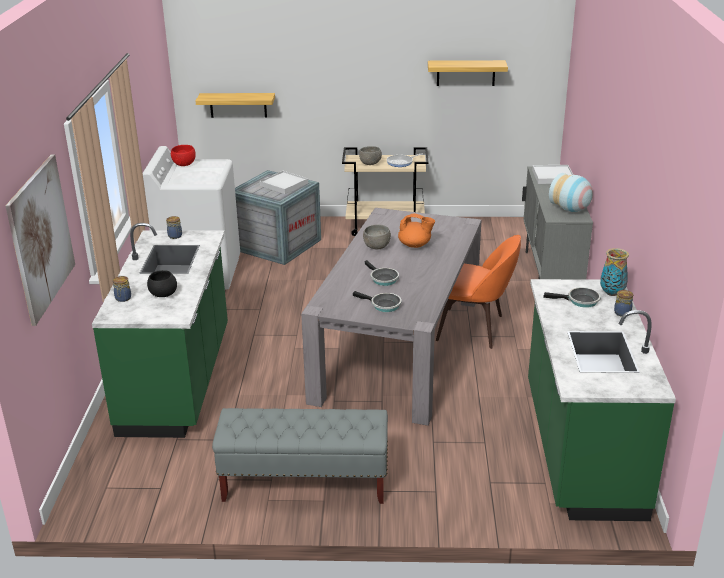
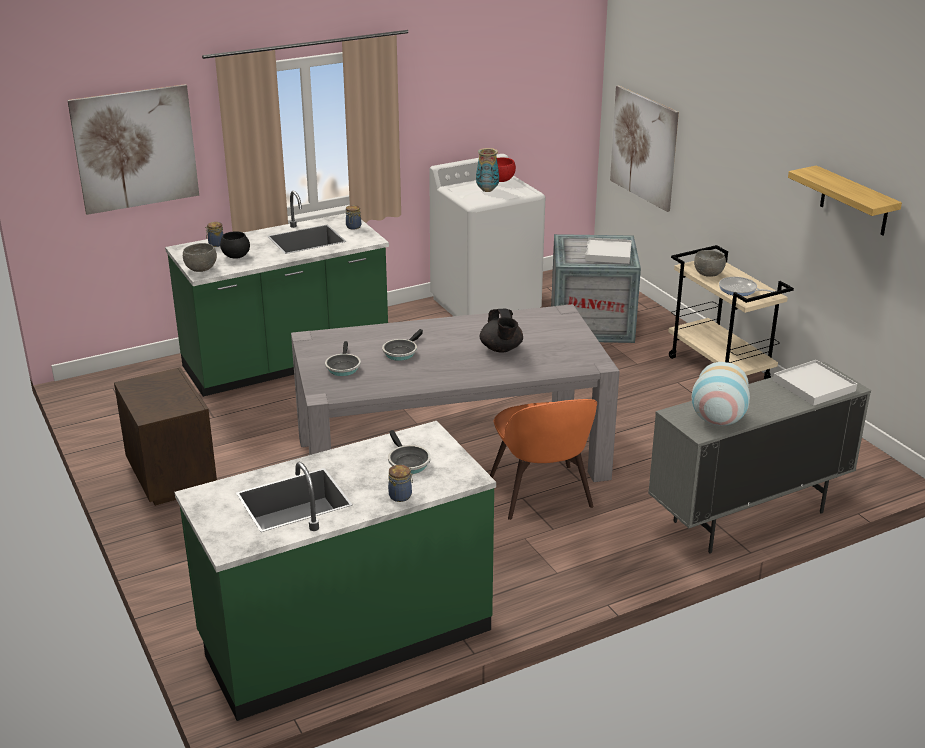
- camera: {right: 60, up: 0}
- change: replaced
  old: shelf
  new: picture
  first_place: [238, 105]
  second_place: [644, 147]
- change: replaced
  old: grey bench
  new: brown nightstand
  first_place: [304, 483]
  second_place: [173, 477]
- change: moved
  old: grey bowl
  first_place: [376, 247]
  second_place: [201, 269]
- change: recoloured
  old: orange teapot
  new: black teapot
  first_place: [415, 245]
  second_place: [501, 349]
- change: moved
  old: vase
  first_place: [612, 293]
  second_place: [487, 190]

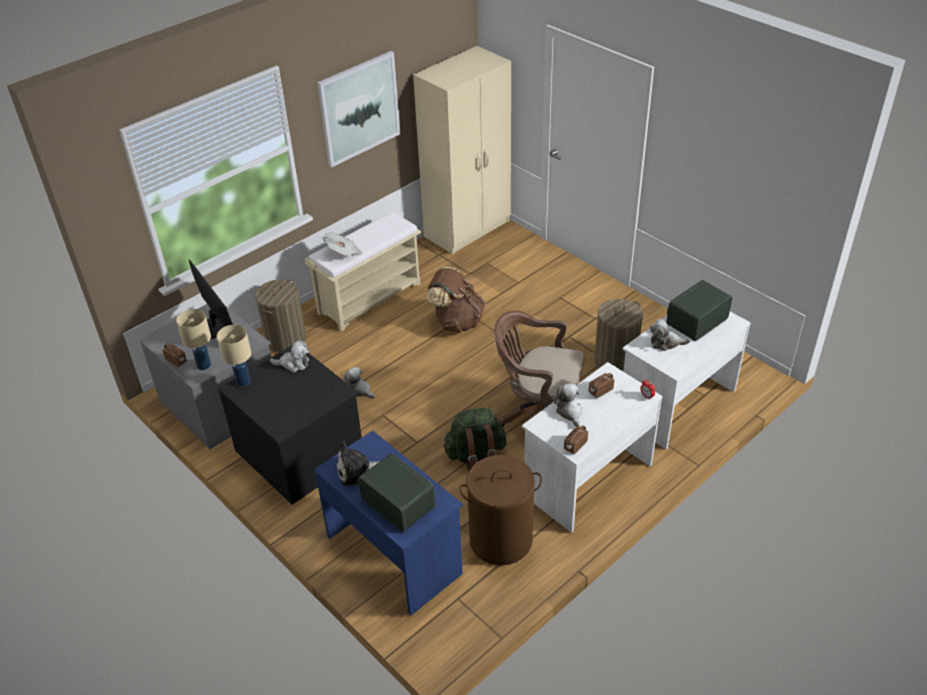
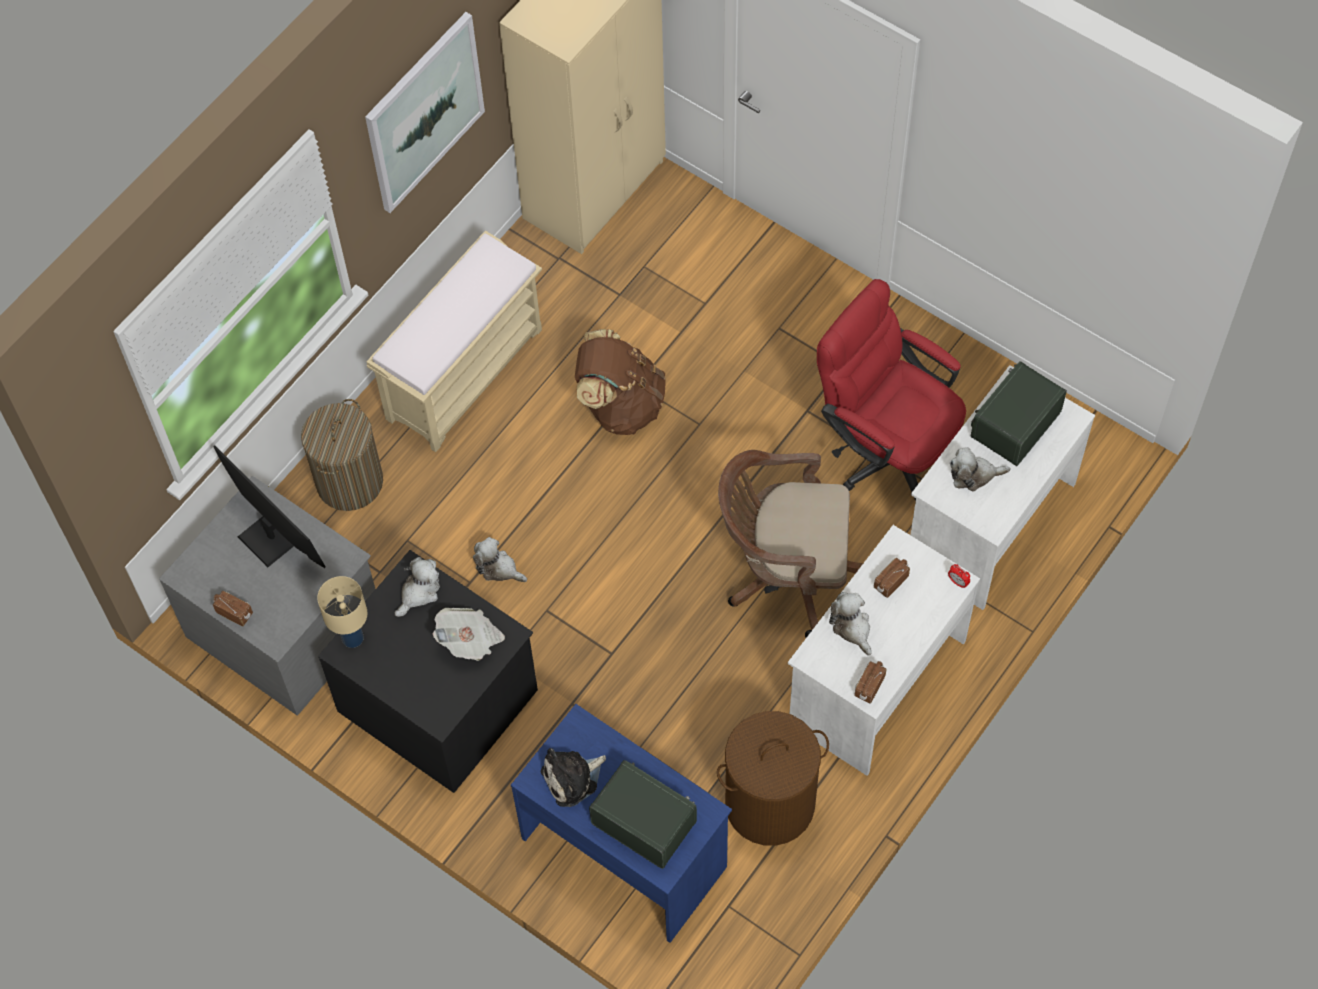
- camera: {right: -10, up: 20}
- change: removed
  old: beige table lamp
  first_place: [204, 365]
- change: turned
  old: plush toy
  first_place: [293, 364]
  second_place: [419, 592]
  degrees: -45
- change: moved
  old: newspaper
  first_place: [343, 253]
  second_place: [470, 640]
- change: removed
  old: green backpack
  first_place: [475, 455]
- change: replaced
  old: laundry basket
  new: red office chair
  first_place: [615, 360]
  second_place: [887, 449]

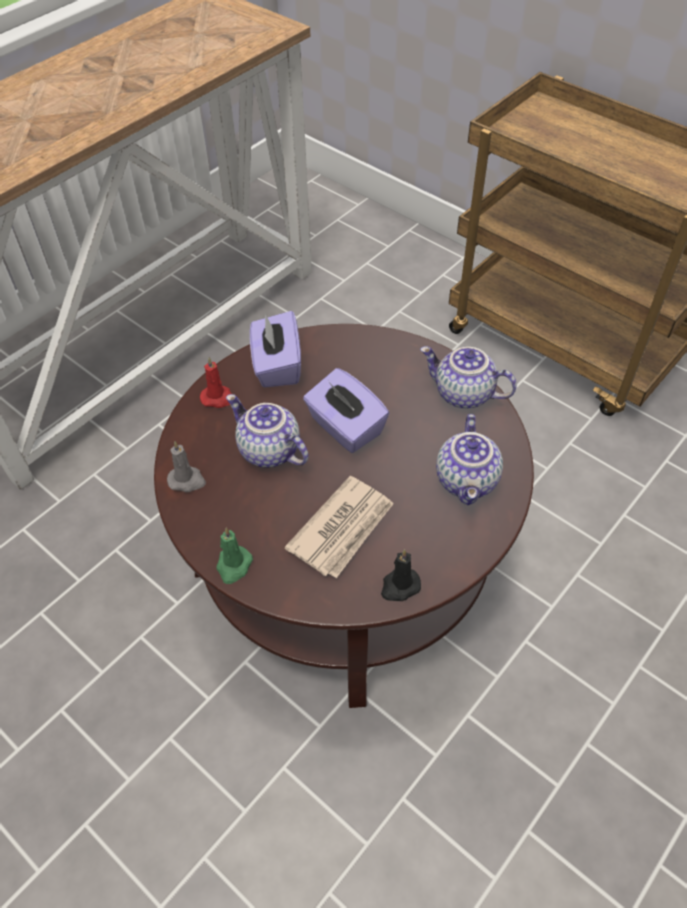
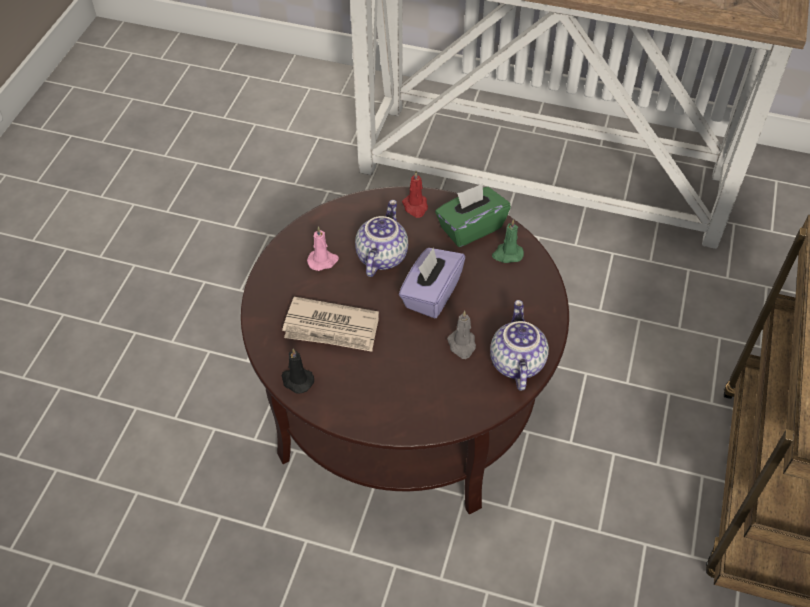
- camera: {right: 65, up: 0}
- change: moved
  old: grey candle
  first_place: [187, 480]
  second_place: [462, 345]
- change: moved
  old: green candle
  first_place: [233, 566]
  second_place: [507, 254]
- change: recoloured
  old: purple tissue box
  new: green tissue box
  first_place: [277, 366]
  second_place: [470, 228]
- change: removed
  old: teapot
  first_place: [468, 481]
- change: added
  new: pink candle
  second_place: [323, 261]

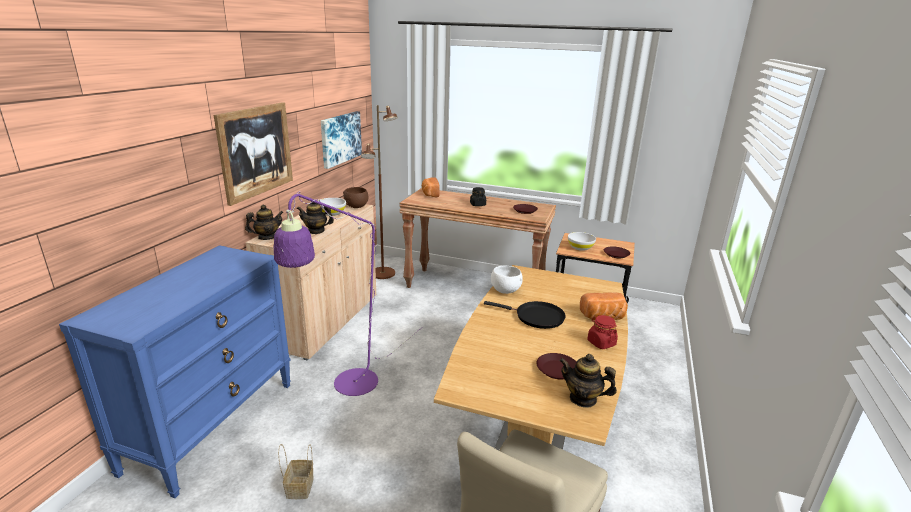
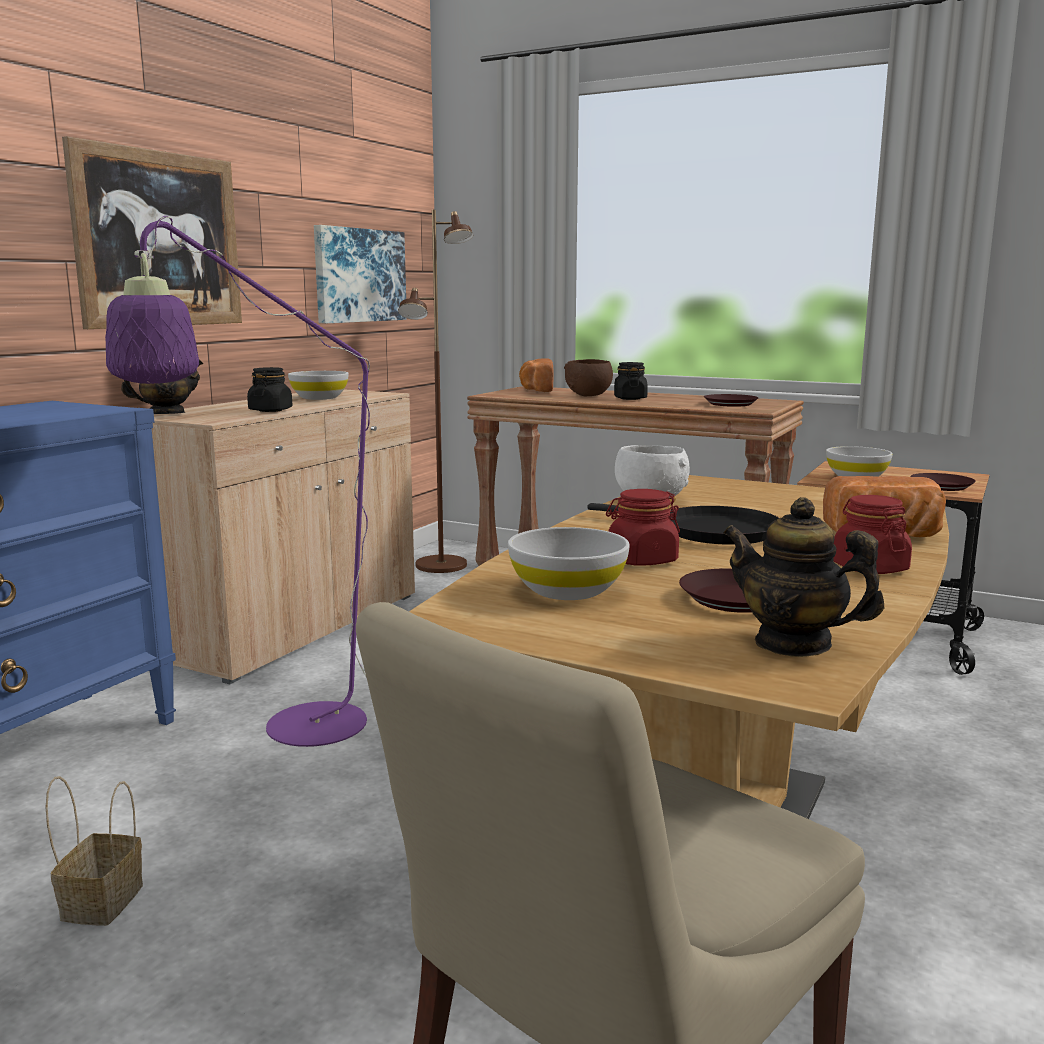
- camera: {right: 10, up: -10}
- change: replaced
  old: teapot
  new: black jar
  first_place: [316, 231]
  second_place: [270, 410]
- change: moved
  old: brown bowl
  first_place: [356, 206]
  second_place: [589, 395]
- change: added
  new: white bowl
  second_place: [567, 591]
- change: added
  new: red jar
  second_place: [642, 560]

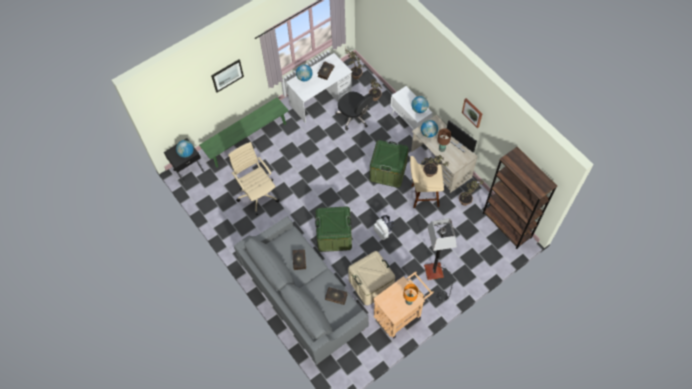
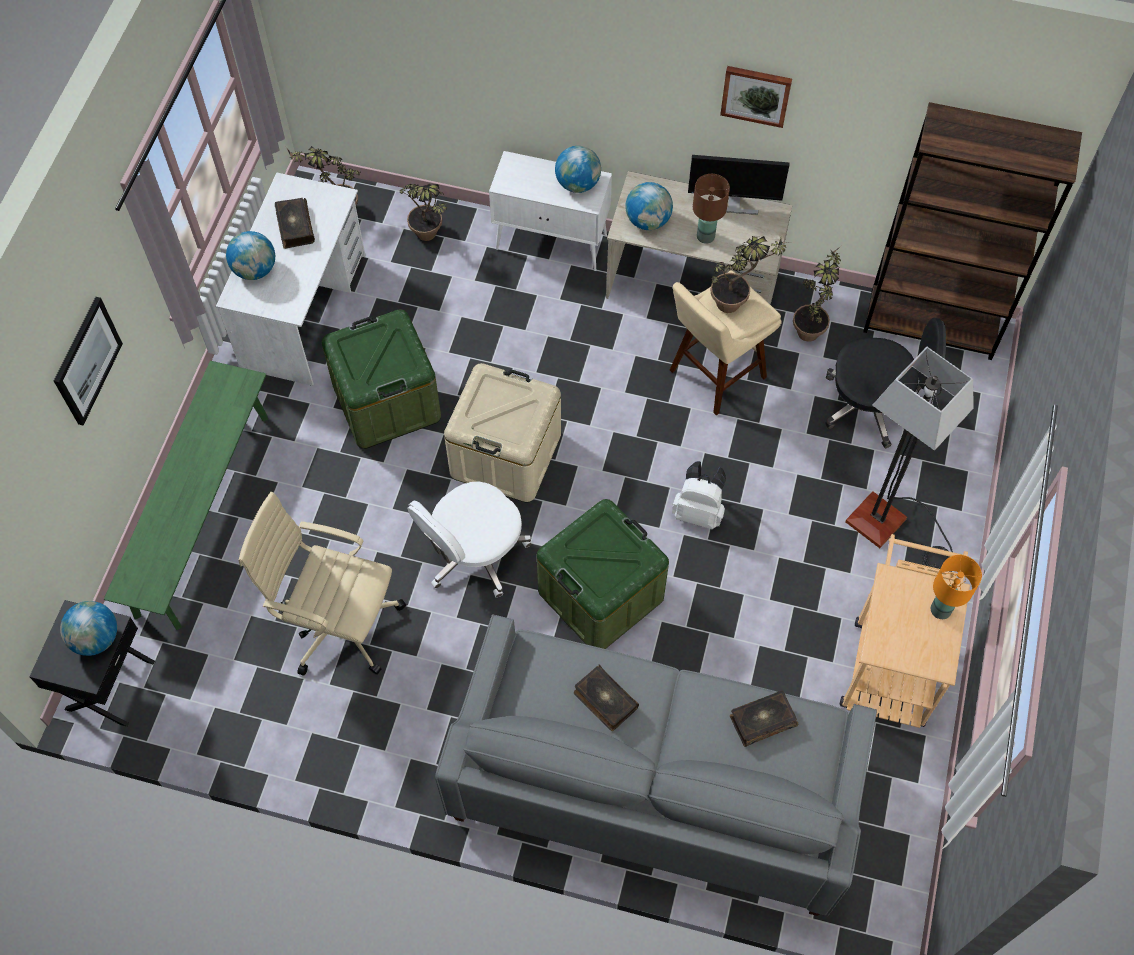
- camera: {right: -40, up: 0}
- change: moved
  old: black office chair
  first_place: [354, 117]
  second_place: [872, 405]
- change: moved
  old: beige storage box
  first_place: [371, 284]
  second_place: [505, 454]
- change: moved
  old: green storage box
  first_place: [388, 171]
  second_place: [386, 402]
- change: added
  new: white office chair
  second_place: [473, 554]

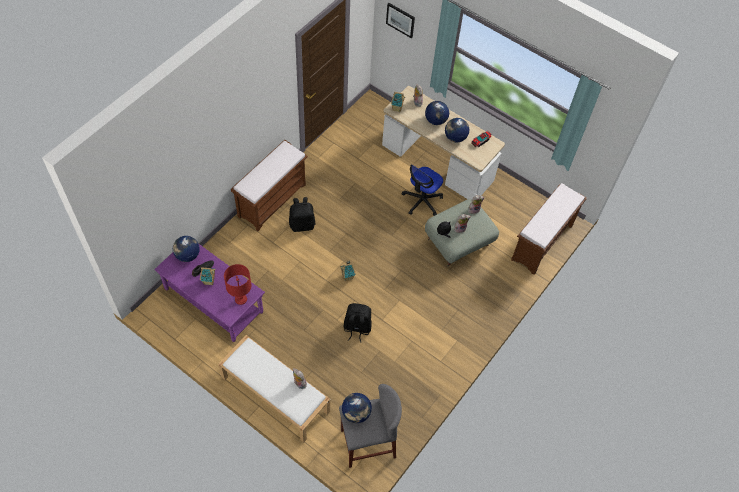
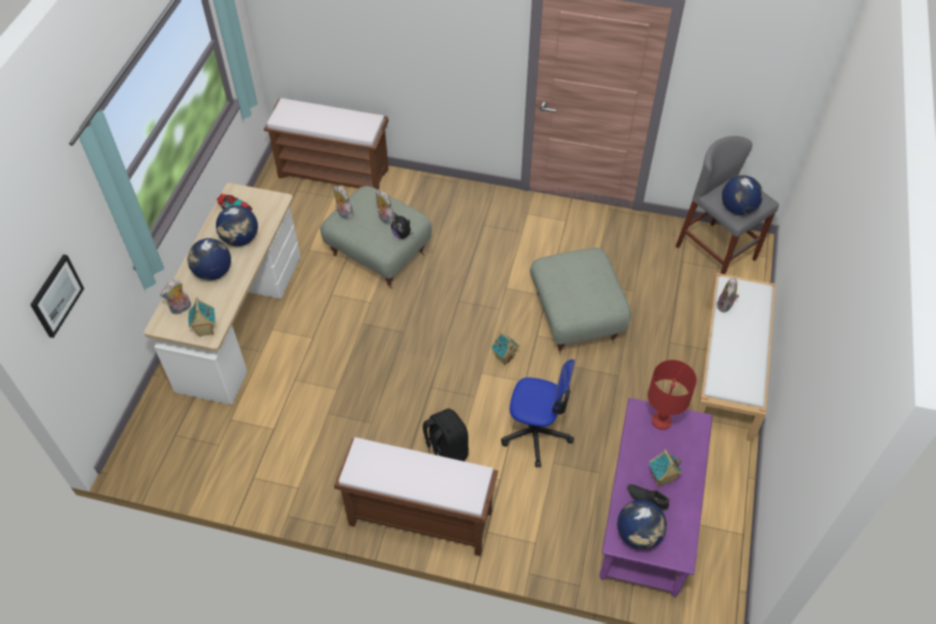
- camera: {right: -110, up: -5}
- change: replaced
  old: black backpack
  new: grey ottoman
  first_place: [357, 328]
  second_place: [577, 317]
- change: moved
  old: office chair
  first_place: [422, 201]
  second_place: [536, 433]

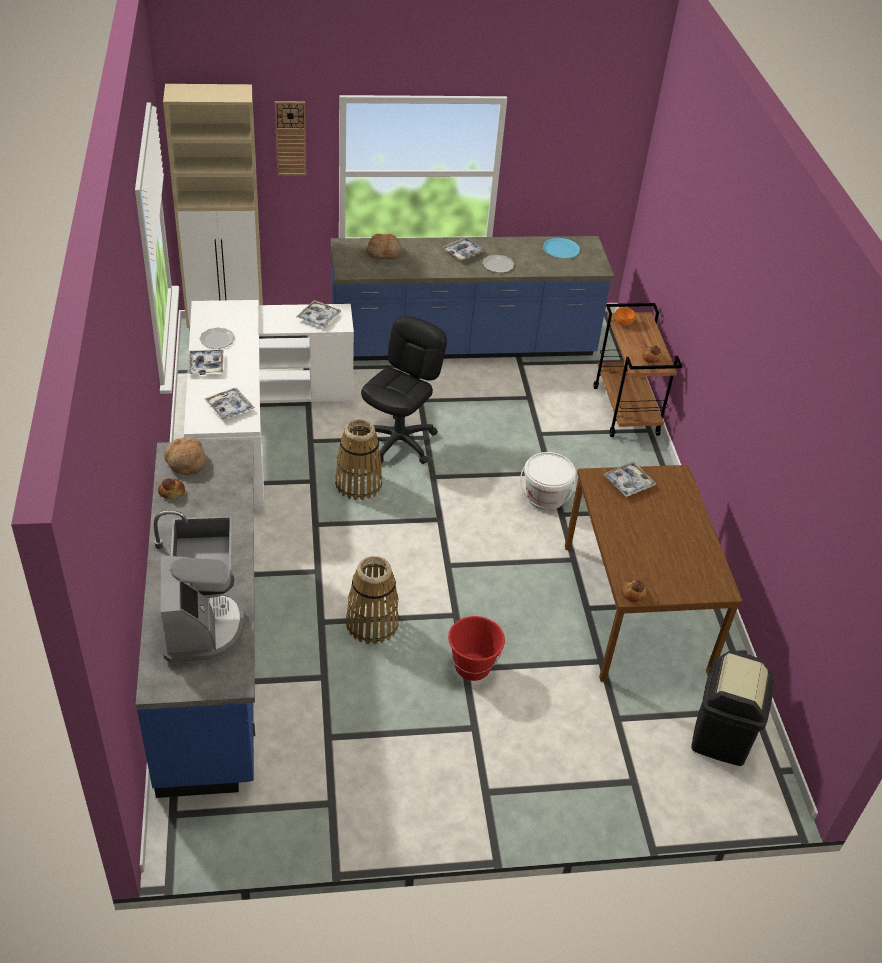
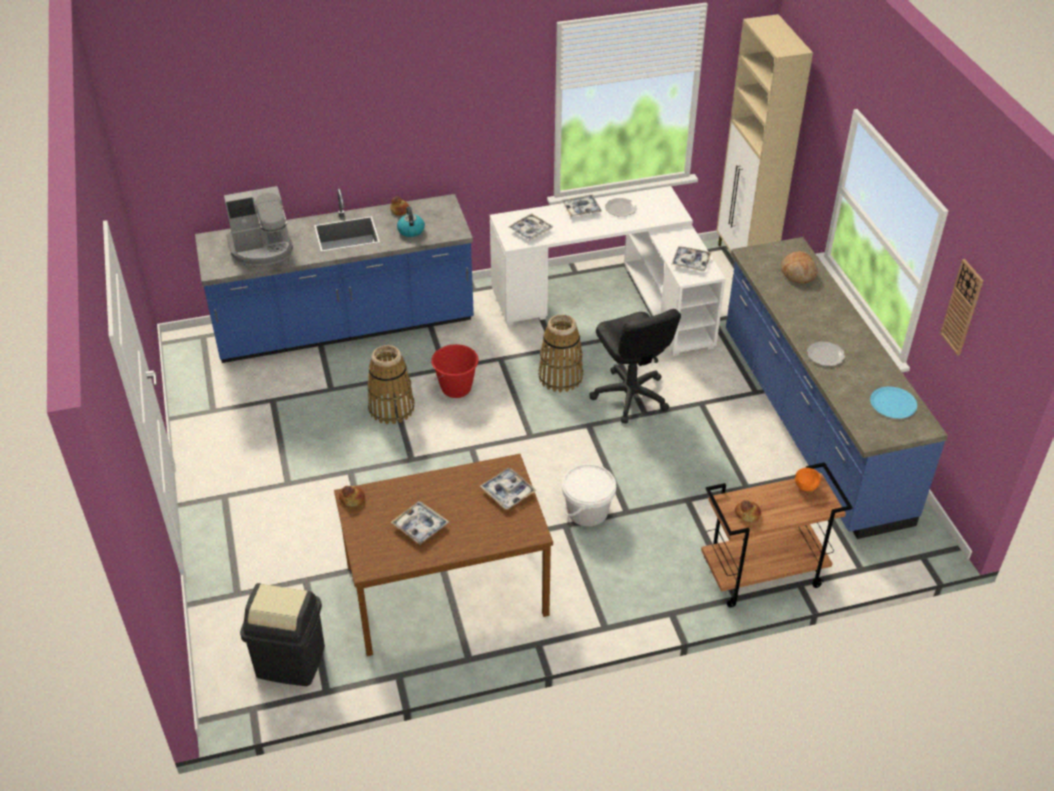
- camera: {right: 85, up: 0}
- change: removed
  old: bread
  first_place: [185, 462]
- change: moved
  old: wall clock
  first_place: [290, 138]
  second_place: [962, 307]
- change: turned
  old: black office chair
  first_place: [399, 442]
  second_place: [630, 396]
  degrees: 45
- change: moved
  old: tray
  first_place: [463, 252]
  second_place: [420, 526]
- change: moved
  old: red bucket
  first_place: [472, 667]
  second_place: [456, 388]
- change: added
  new: kettle
  second_place: [411, 230]

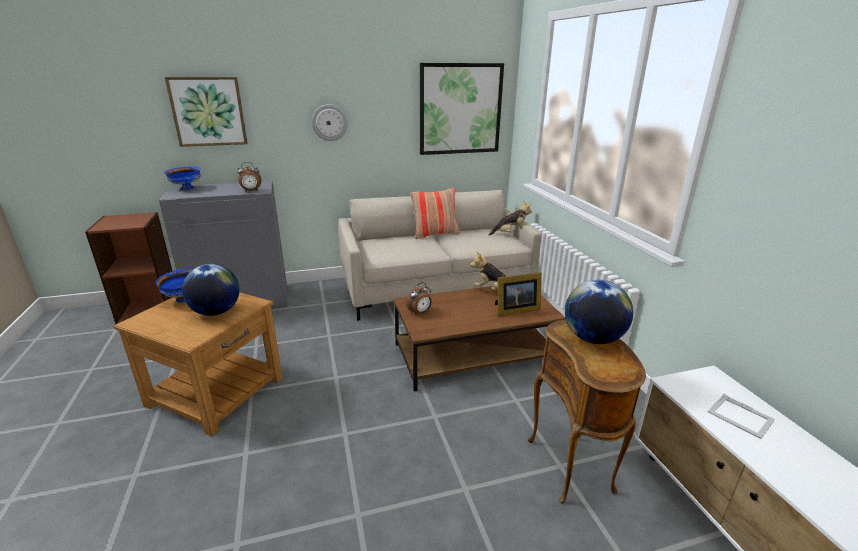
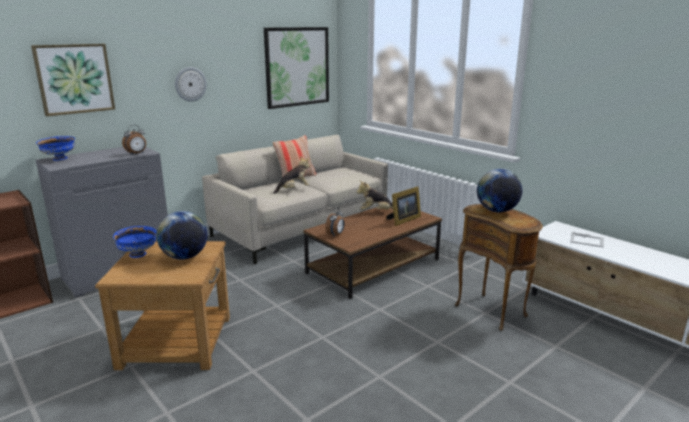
- camera: {right: -25, up: -5}
- change: moved
  old: plush toy
  first_place: [510, 234]
  second_place: [294, 190]

